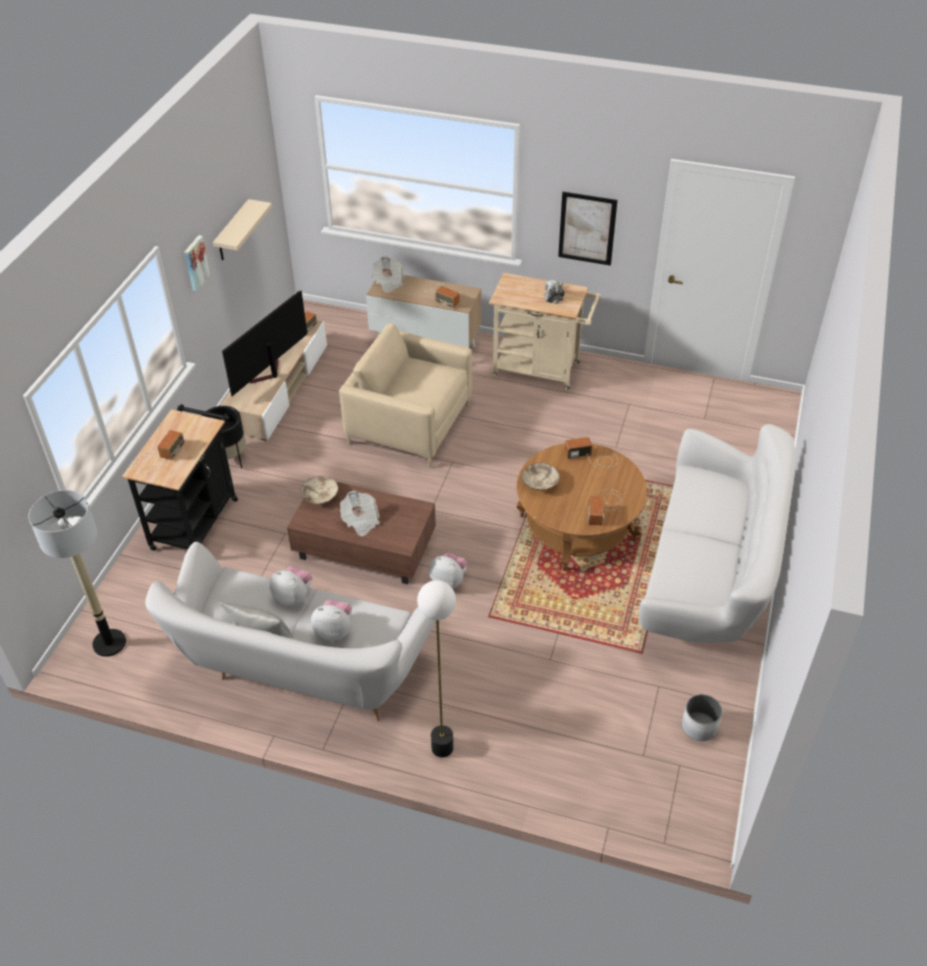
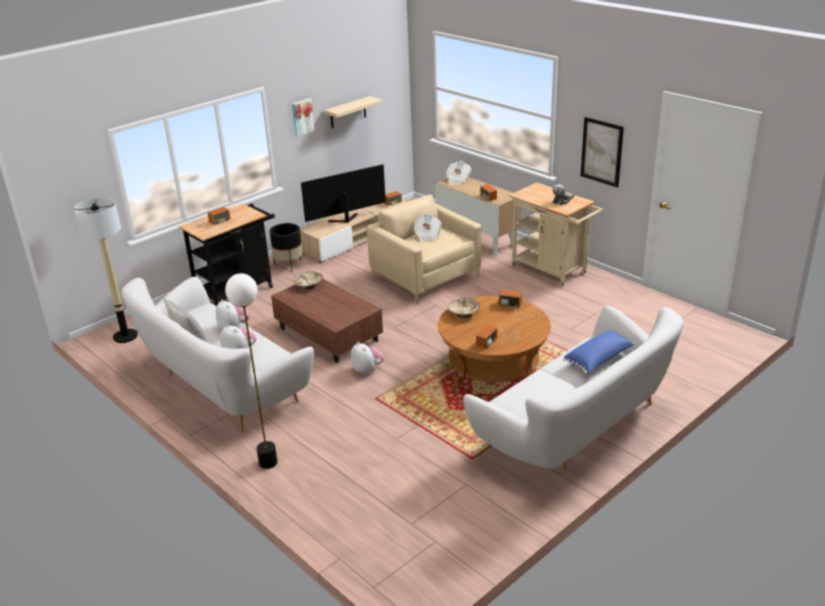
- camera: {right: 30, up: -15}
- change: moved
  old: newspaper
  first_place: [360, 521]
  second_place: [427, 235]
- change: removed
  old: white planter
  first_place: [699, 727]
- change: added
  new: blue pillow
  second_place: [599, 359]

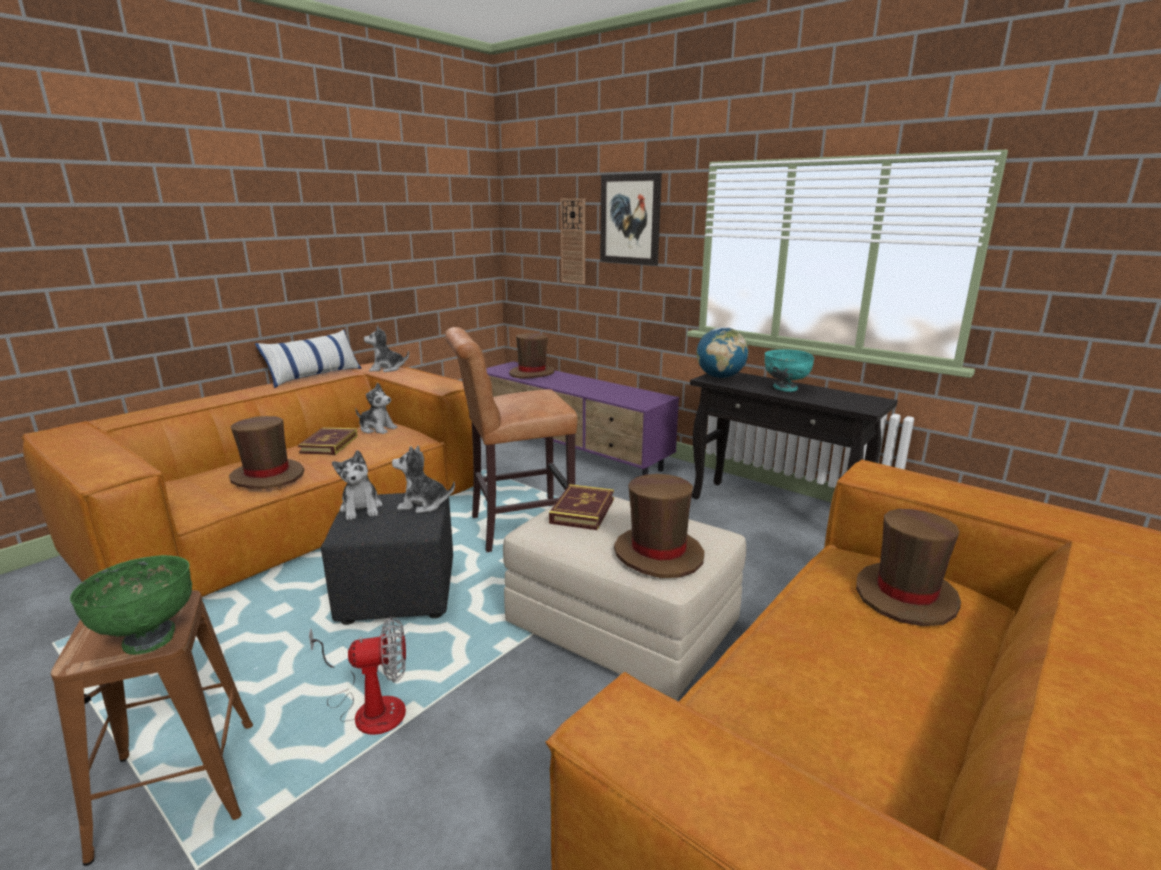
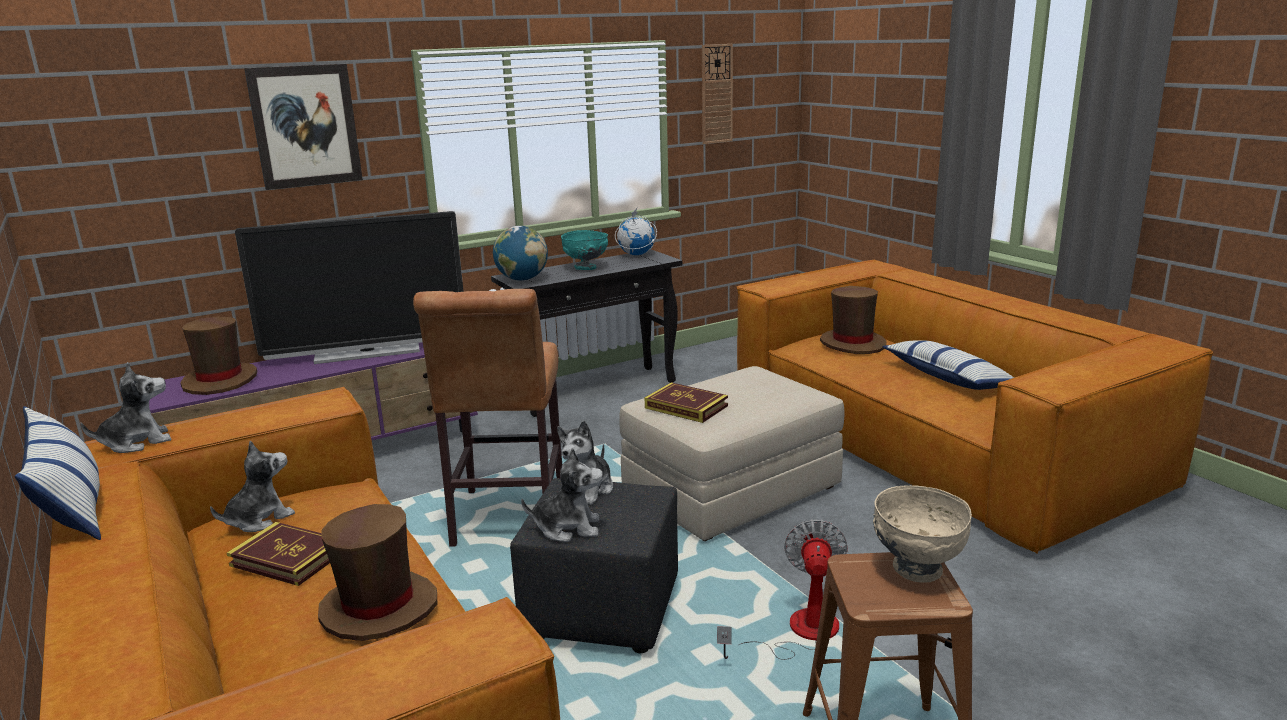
- camera: {right: -70, up: 0}
- change: recoloured
  old: green bowl
  new: beige bowl
  first_place: [149, 639]
  second_place: [916, 570]
- change: turned
  old: plush toy
  first_place: [387, 369]
  second_place: [137, 442]
  degrees: -135
- change: moved
  old: wall clock
  first_place: [573, 241]
  second_place: [716, 94]
- change: removed
  old: brown hat
  first_place: [658, 554]
- change: added
  new: television
  second_place: [367, 352]
- change: added
  new: globe
  second_place: [636, 255]
- change: added
  new: pillow
  second_place: [947, 378]

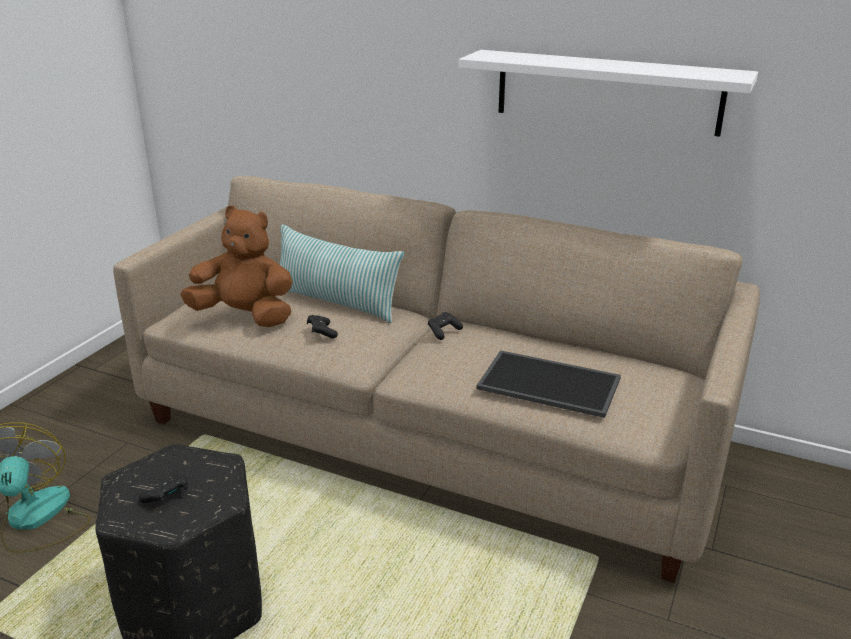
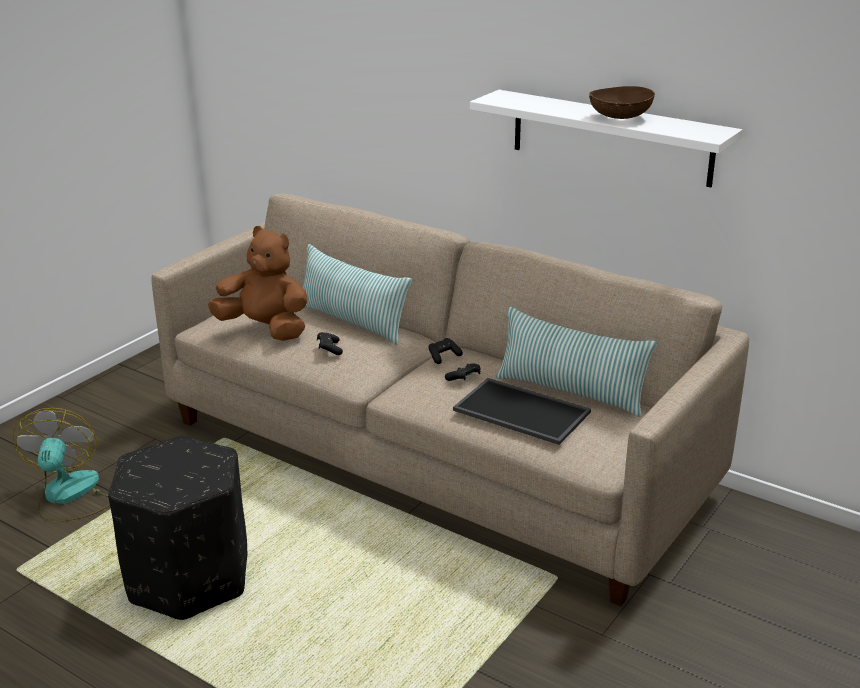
- camera: {right: 10, up: 0}
- change: moved
  old: black game controller
  first_place: [167, 497]
  second_place: [464, 379]
- change: added
  new: pillow
  second_place: [571, 391]
- change: added
  new: brown bowl
  second_place: [620, 118]

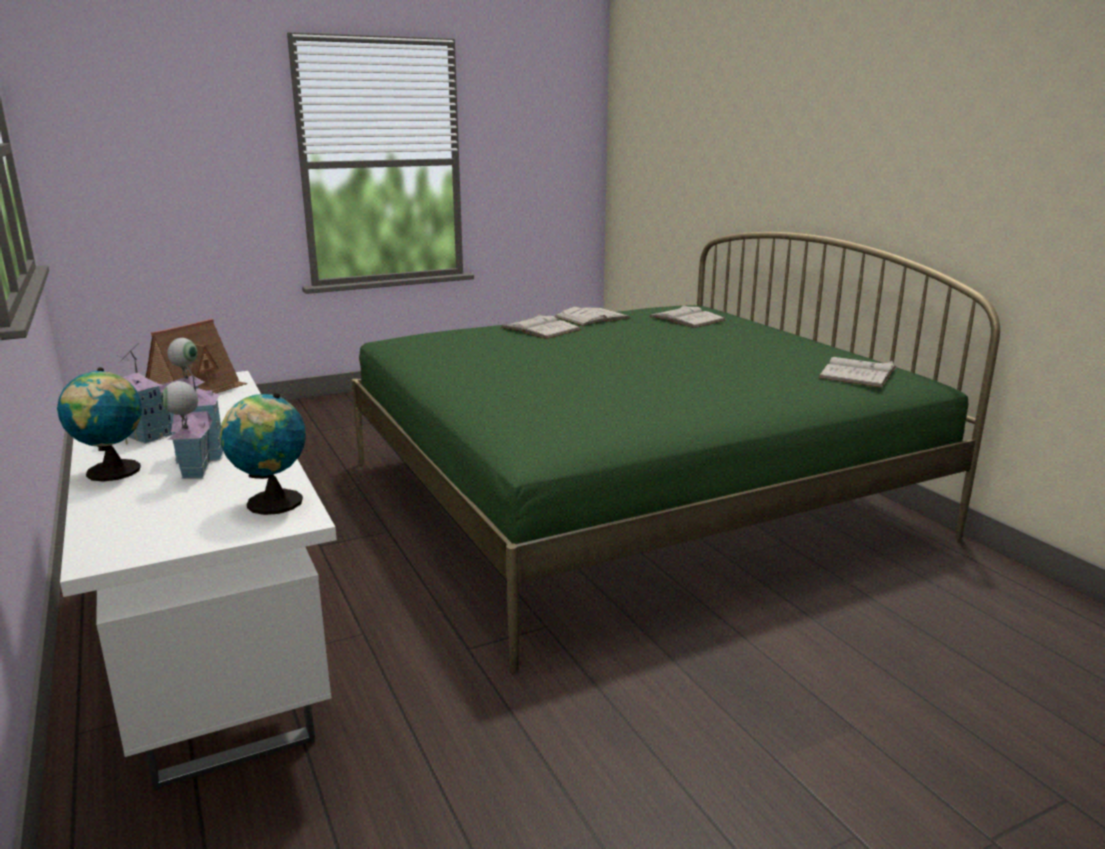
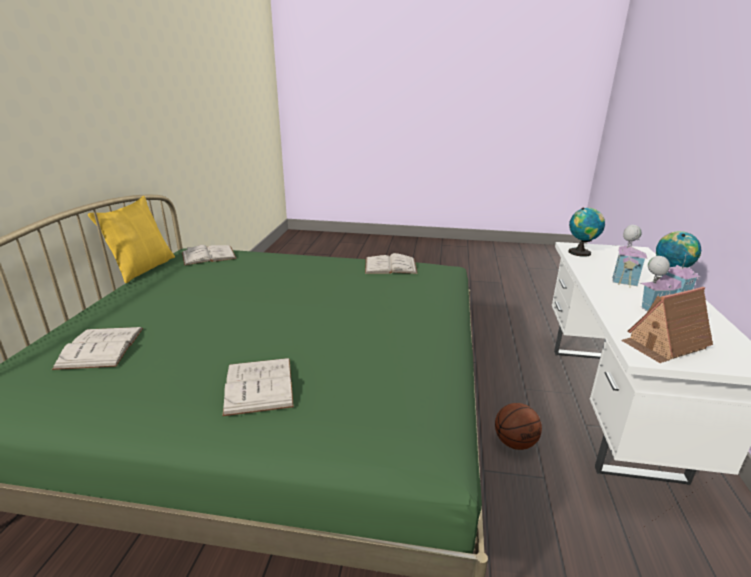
- camera: {right: -145, up: 5}
- change: moved
  old: white book
  first_place: [592, 317]
  second_place: [390, 266]
- change: added
  new: yellow pillow
  second_place: [142, 268]
- change: added
  new: basketball
  second_place: [515, 442]

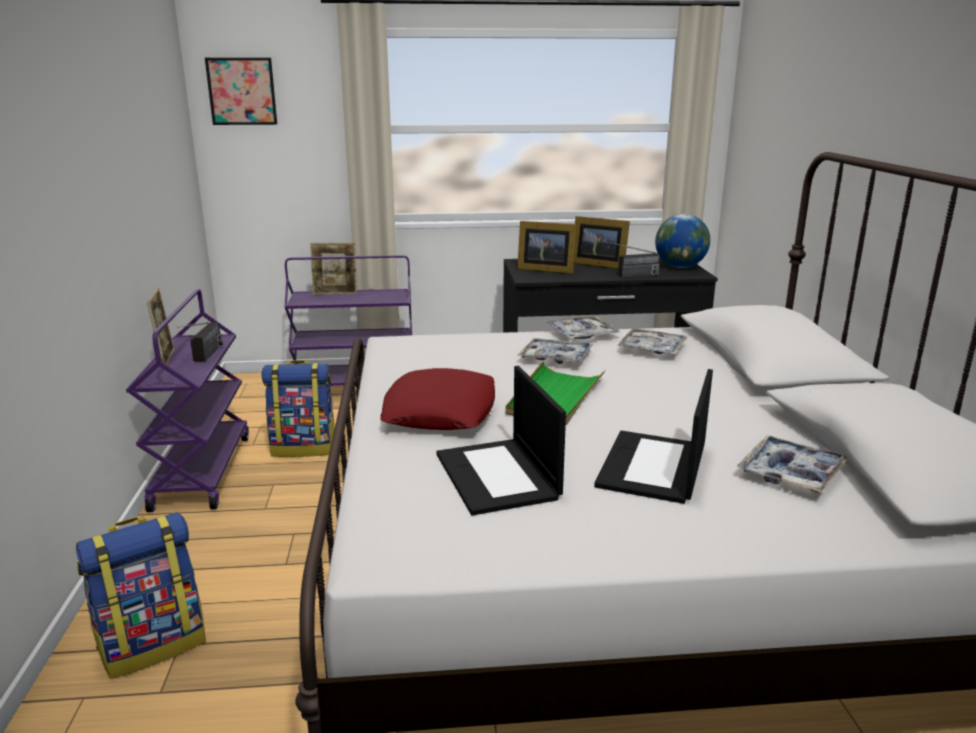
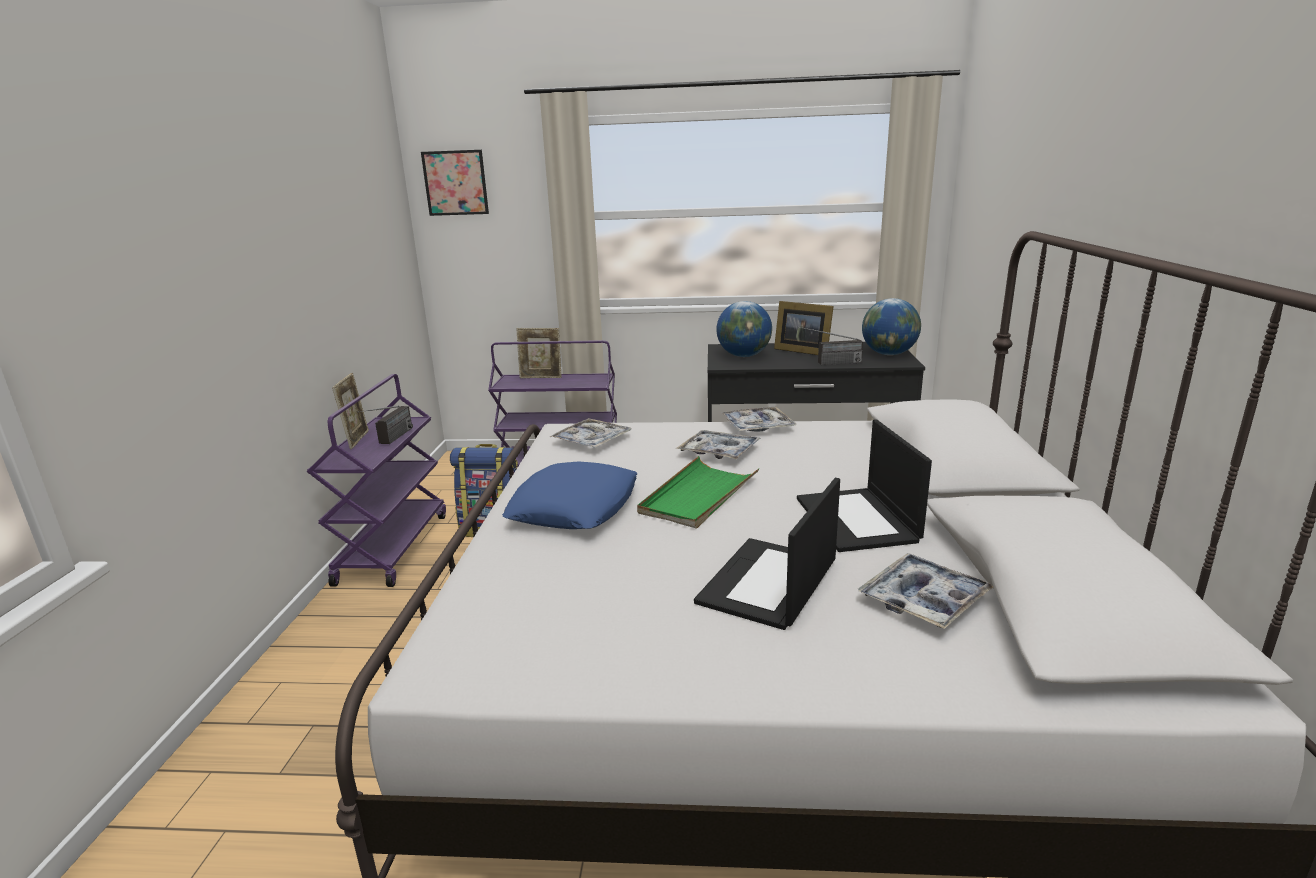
- camera: {right: 10, up: 0}
- change: removed
  old: backpack
  first_place: [153, 644]
- change: recoloured
  old: red pillow
  new: blue pillow
  first_place: [441, 411]
  second_place: [574, 507]
- change: moved
  old: laptop
  first_place: [498, 476]
  second_place: [858, 520]
- change: replaced
  old: picture frame
  new: globe
  first_place: [544, 269]
  second_place: [744, 356]
- change: moved
  old: tray
  first_place: [652, 349]
  second_place: [592, 441]

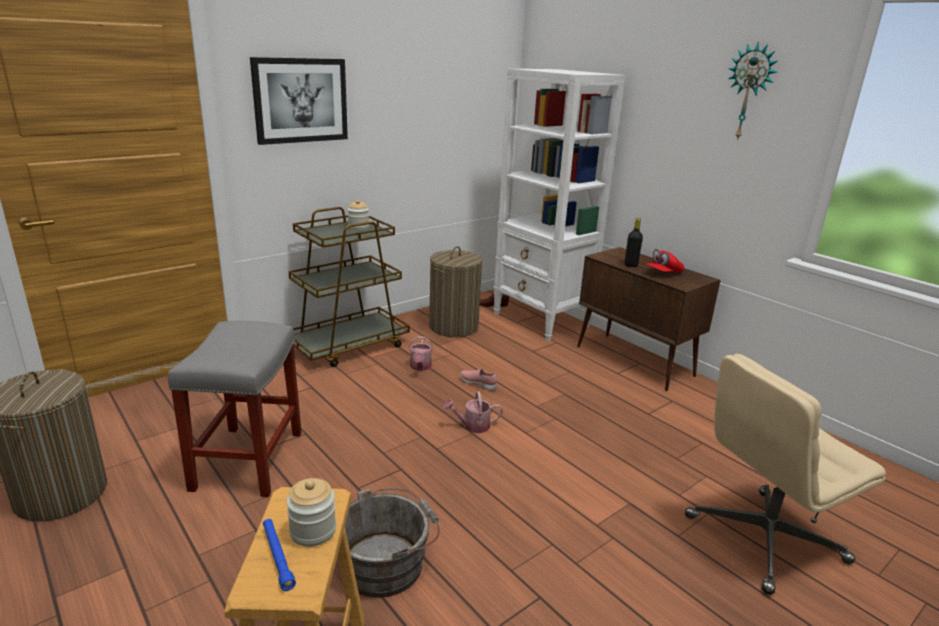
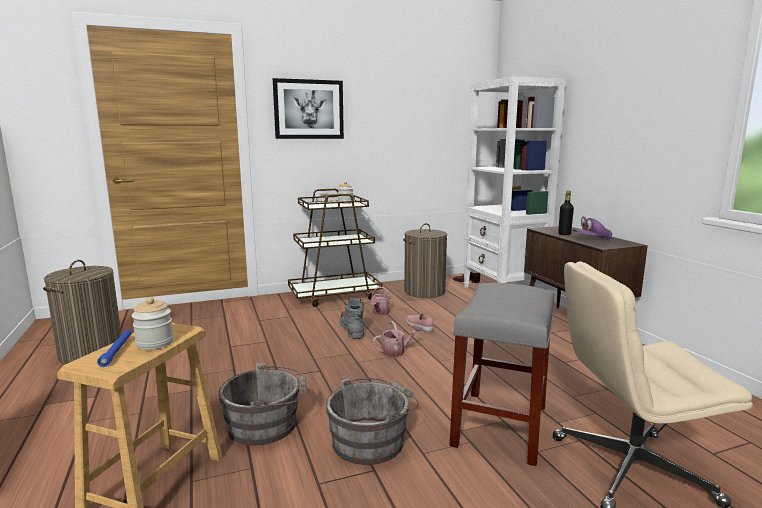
- camera: {right: 20, up: -10}
- change: moved
  old: grey stool
  first_place: [248, 459]
  second_place: [500, 424]
- change: turned
  old: watering can
  first_place: [472, 426]
  second_place: [396, 352]
  degrees: 150
- change: recoloured
  old: red cap
  new: purple cap
  first_place: [663, 273]
  second_place: [591, 239]
- change: removed
  old: wall clock
  first_place: [749, 92]
- change: added
  new: grey bucket
  second_place: [371, 440]
- change: added
  new: grey boot
  second_place: [352, 329]

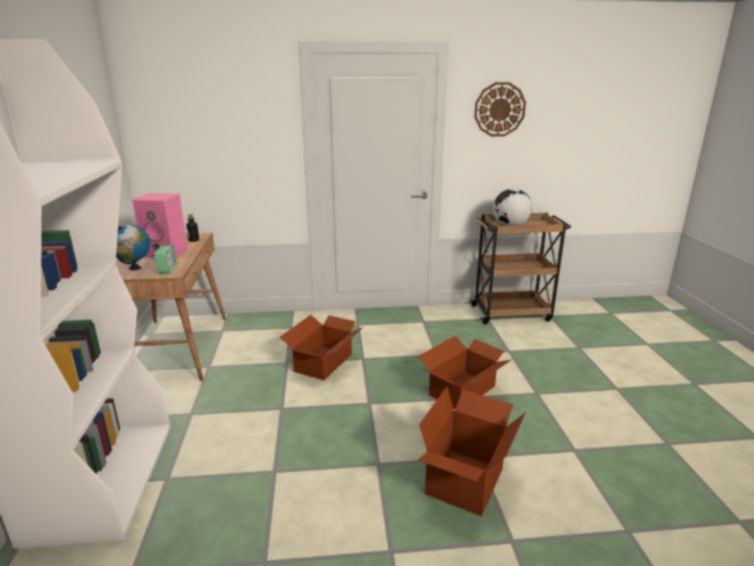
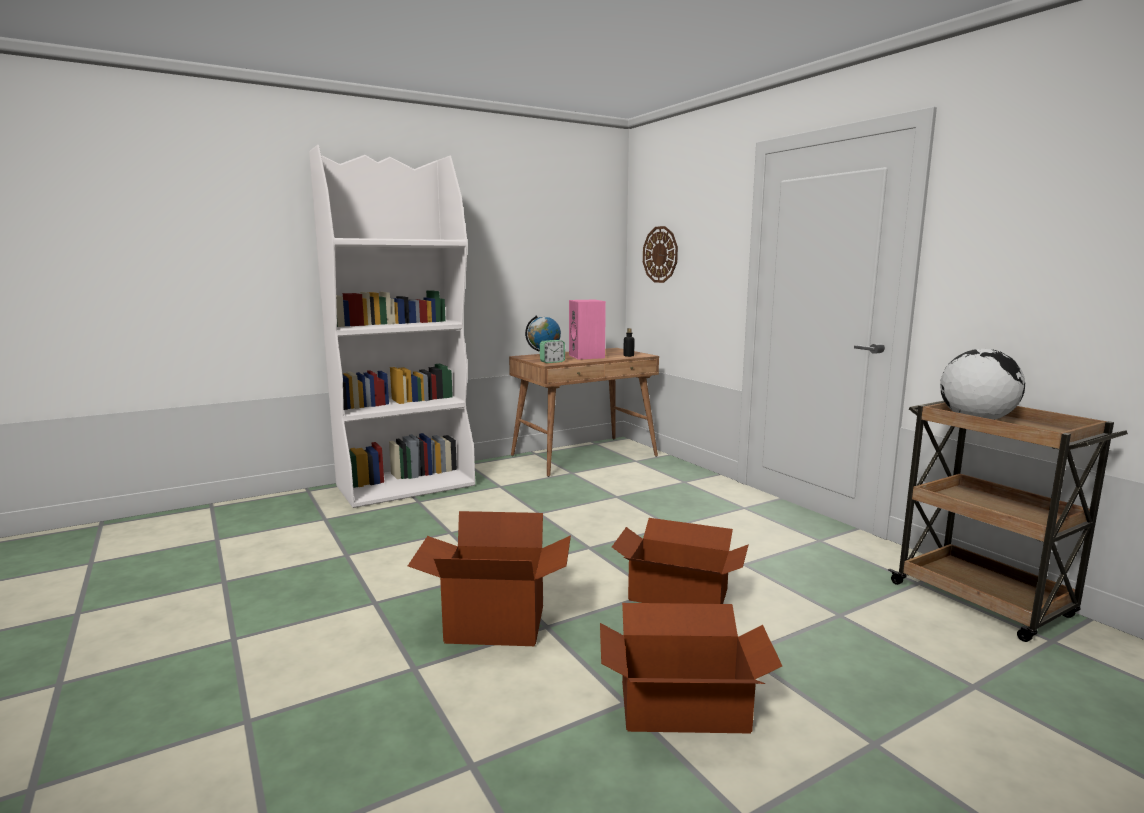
- camera: {right: 65, up: -10}
- change: moved
  old: cardboard box
  first_place: [324, 362]
  second_place: [684, 707]
- change: moved
  old: wall clock
  first_place: [499, 109]
  second_place: [660, 254]

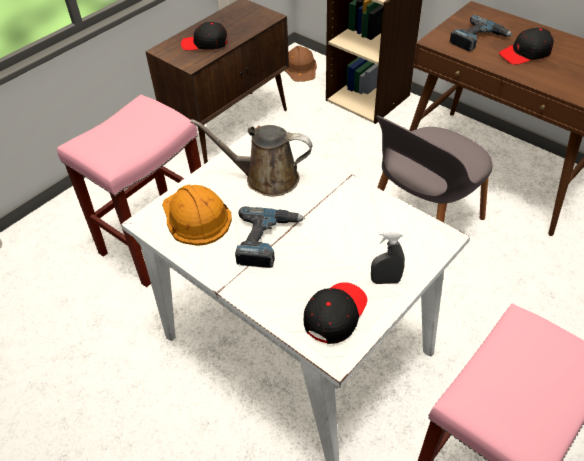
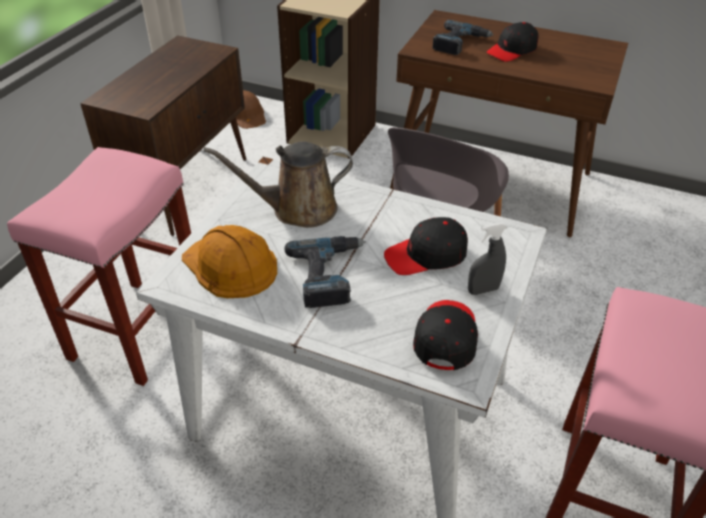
- camera: {right: -20, up: -5}
- change: moved
  old: black cap
  first_place: [205, 43]
  second_place: [426, 255]

